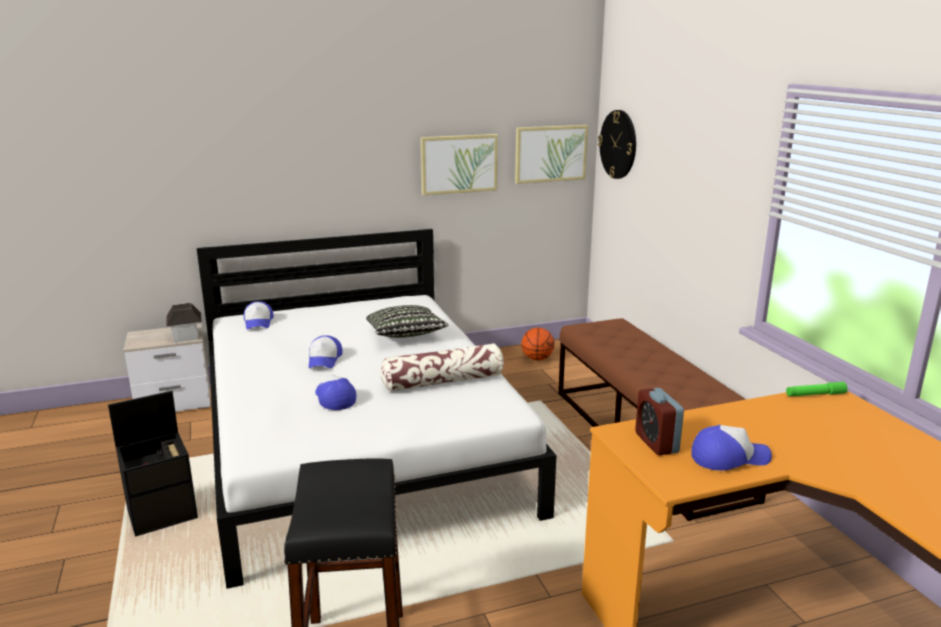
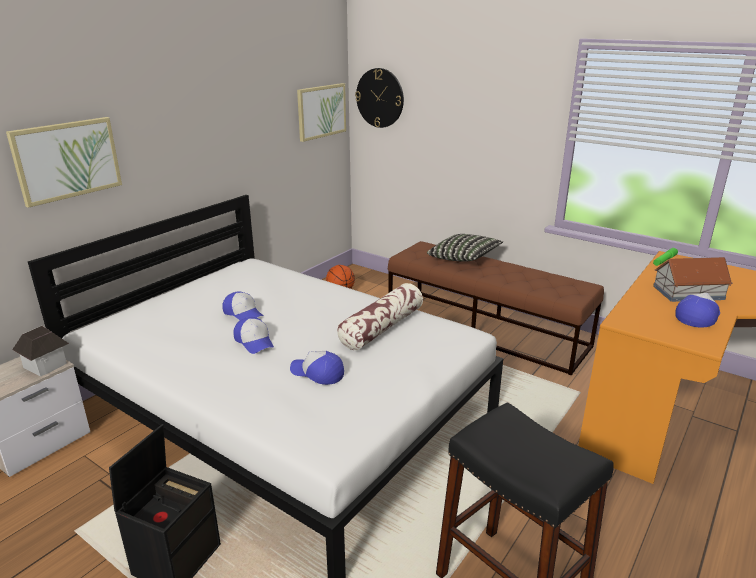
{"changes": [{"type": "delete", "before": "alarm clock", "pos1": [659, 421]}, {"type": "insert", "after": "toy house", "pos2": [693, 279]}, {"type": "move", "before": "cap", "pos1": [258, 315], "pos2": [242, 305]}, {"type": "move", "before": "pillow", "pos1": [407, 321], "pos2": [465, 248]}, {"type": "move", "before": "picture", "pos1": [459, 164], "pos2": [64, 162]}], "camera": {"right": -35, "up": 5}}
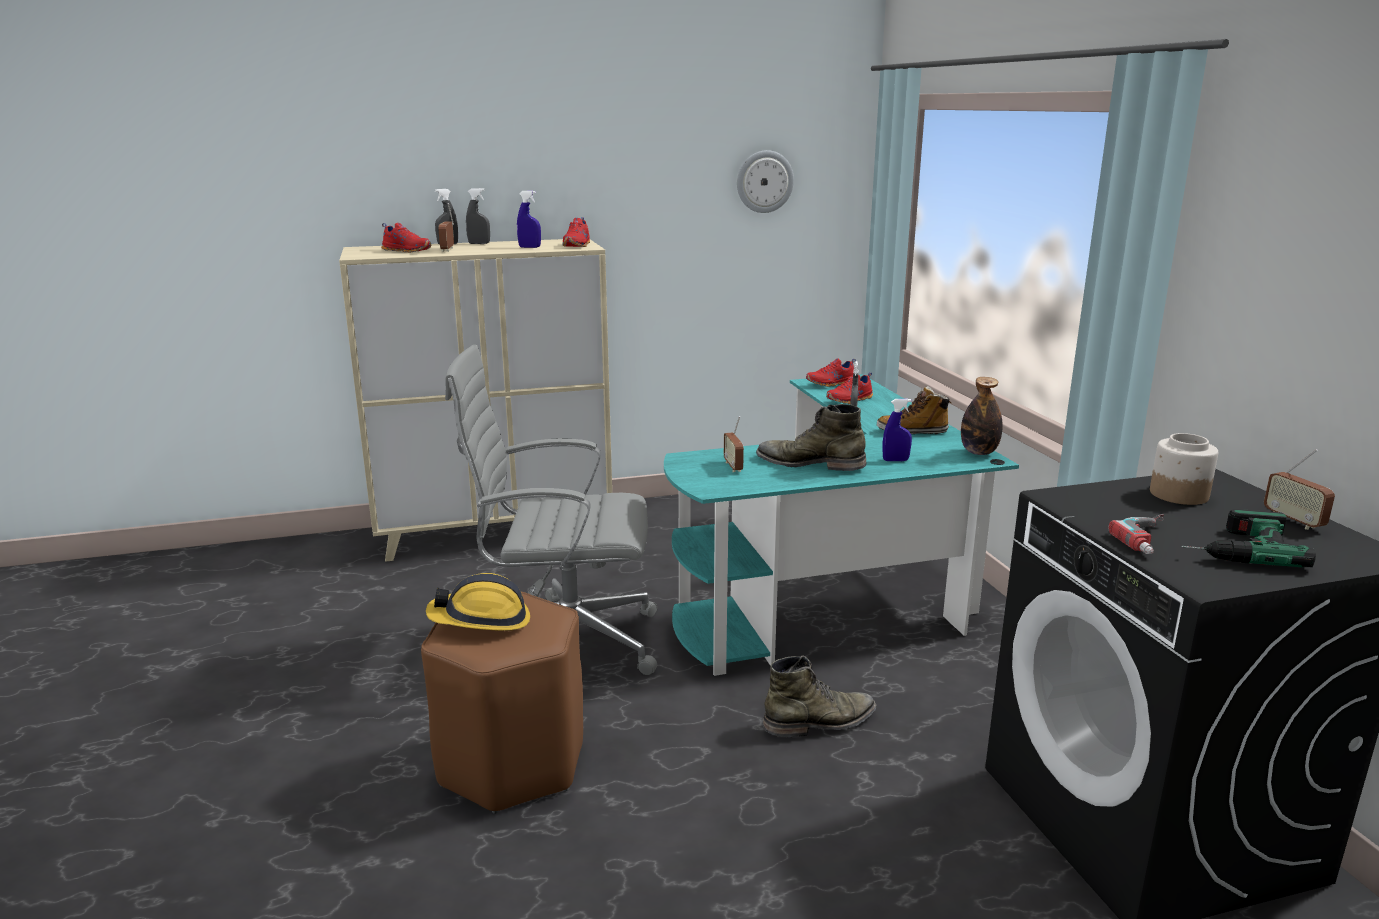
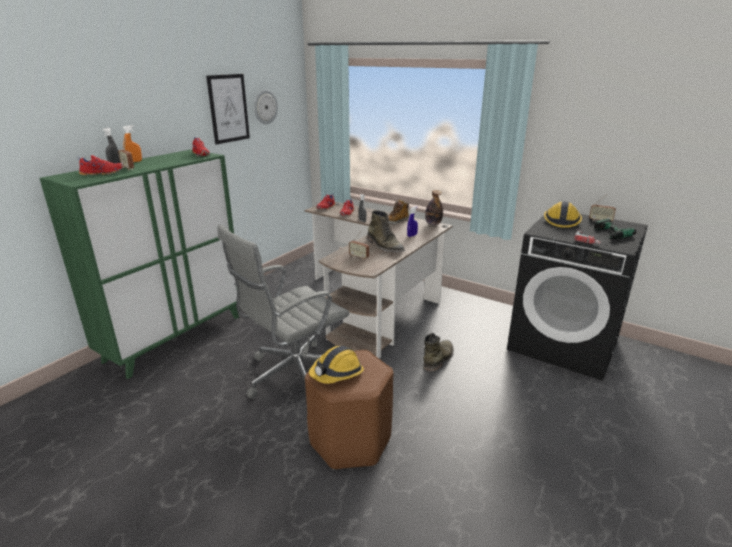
{"changes": [{"type": "delete", "before": "spray bottle/blue", "pos1": [529, 219]}, {"type": "insert", "after": "picture", "pos2": [228, 109]}, {"type": "replace", "before": "jar", "after": "hard hat", "pos1": [1184, 469], "pos2": [563, 214]}, {"type": "recolor", "before": "cabinet/beige", "after": "cabinet/green", "pos1": [475, 400], "pos2": [139, 264]}, {"type": "recolor", "before": "spray bottle/grey", "after": "spray bottle/orange", "pos1": [478, 216], "pos2": [132, 143]}, {"type": "recolor", "before": "desk/turquoise", "after": "desk/brown", "pos1": [841, 525], "pos2": [378, 280]}, {"type": "rotate", "before": "boot/green", "pos1": [811, 437], "pos2": [386, 231], "turn": -105}], "camera": {"right": -40, "up": 5}}
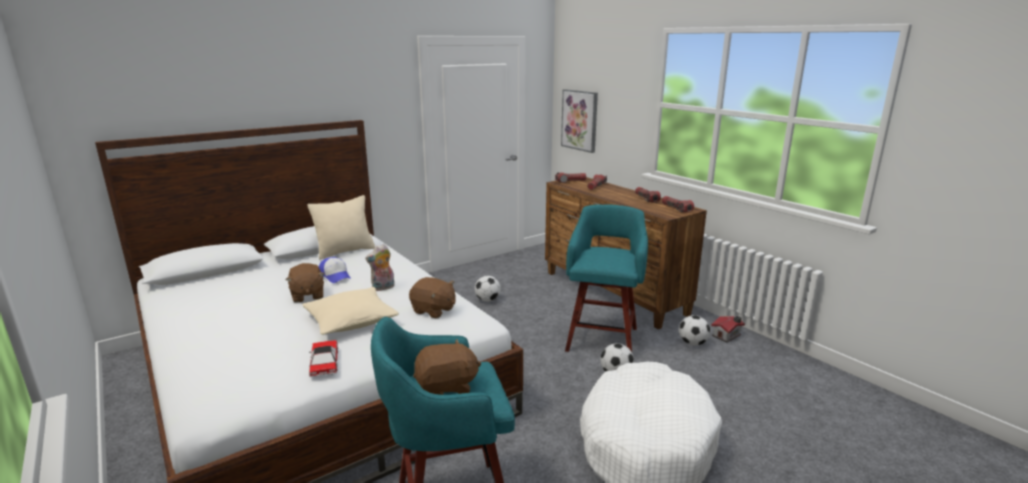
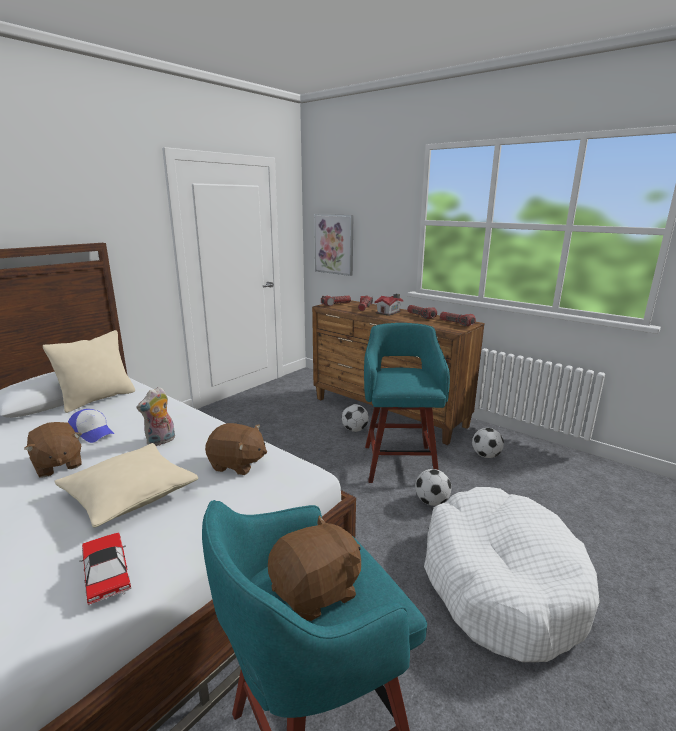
{"changes": [{"type": "move", "before": "football", "pos1": [488, 289], "pos2": [355, 418]}, {"type": "move", "before": "toy house", "pos1": [728, 329], "pos2": [388, 305]}], "camera": {"right": -15, "up": 0}}
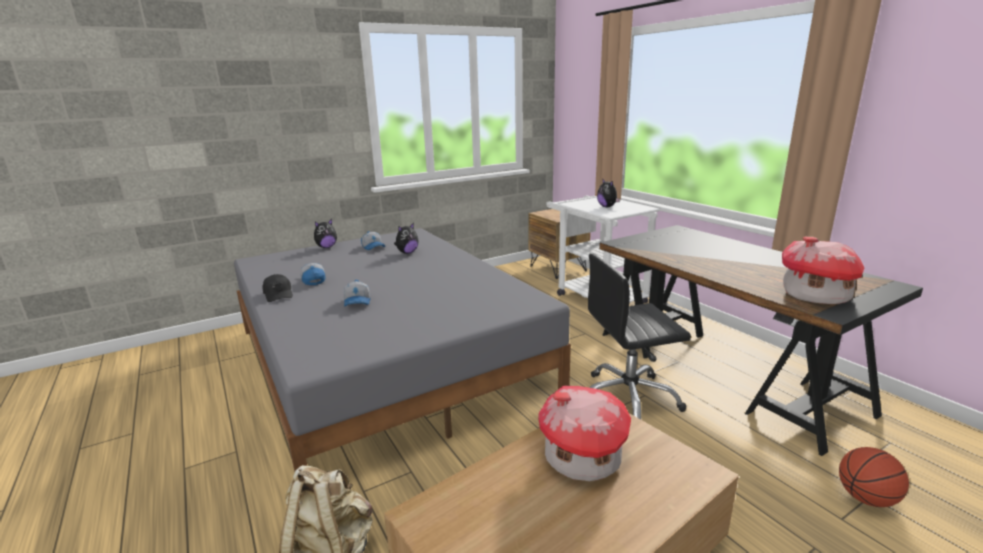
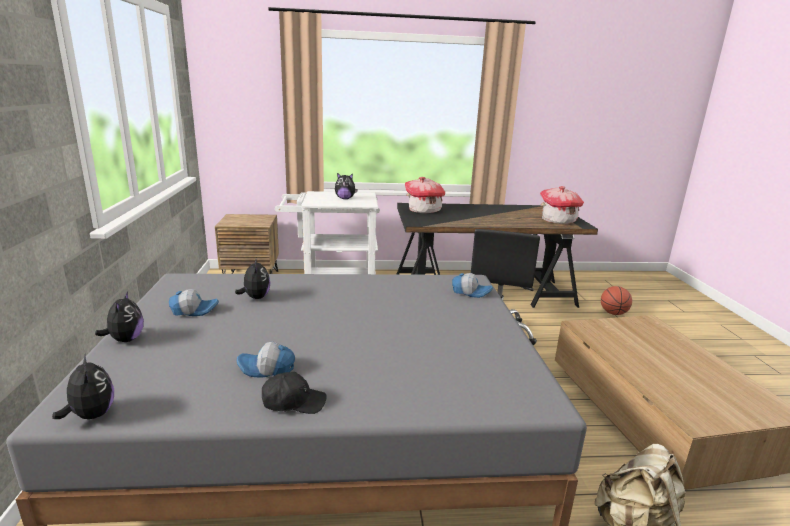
{"changes": [{"type": "insert", "after": "plush toy", "pos2": [83, 386]}, {"type": "move", "before": "cap", "pos1": [356, 293], "pos2": [472, 285]}, {"type": "move", "before": "toy house", "pos1": [584, 433], "pos2": [425, 195]}], "camera": {"right": -65, "up": 0}}
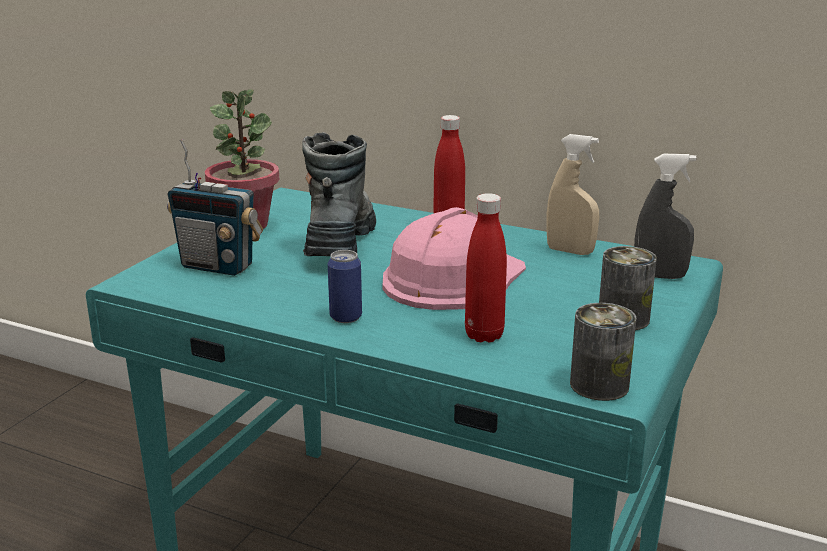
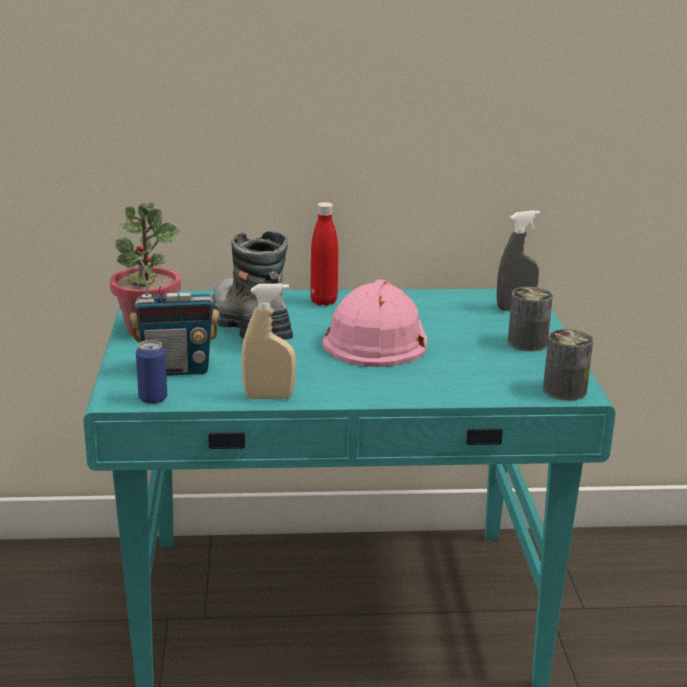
{"changes": [{"type": "delete", "before": "bottle/red", "pos1": [486, 268]}, {"type": "move", "before": "can", "pos1": [345, 286], "pos2": [151, 372]}, {"type": "move", "before": "spray bottle/beige", "pos1": [572, 194], "pos2": [268, 341]}], "camera": {"right": -30, "up": 0}}
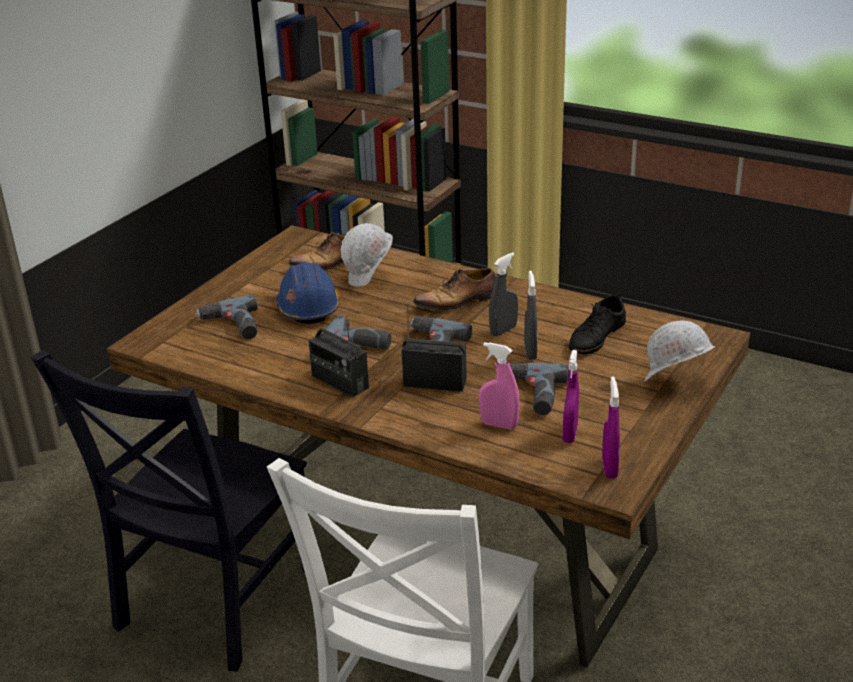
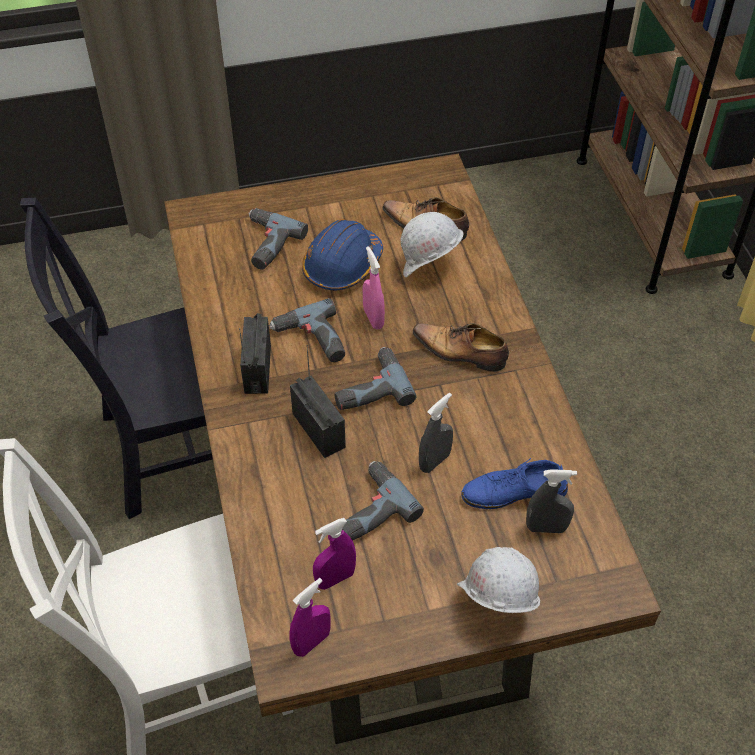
{"changes": [{"type": "move", "before": "spray bottle/pink", "pos1": [499, 386], "pos2": [374, 287]}, {"type": "move", "before": "spray bottle/grey", "pos1": [503, 294], "pos2": [551, 501]}, {"type": "recolor", "before": "shoe/black", "after": "shoe/blue", "pos1": [597, 323], "pos2": [514, 483]}], "camera": {"right": 45, "up": 20}}
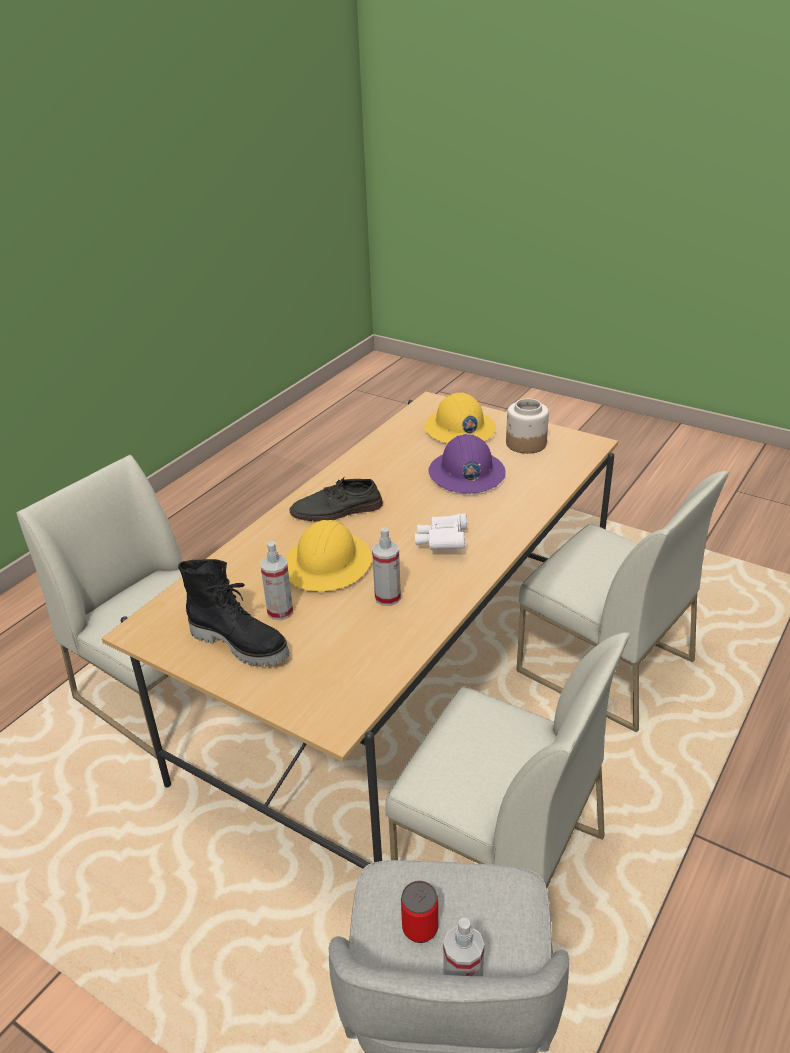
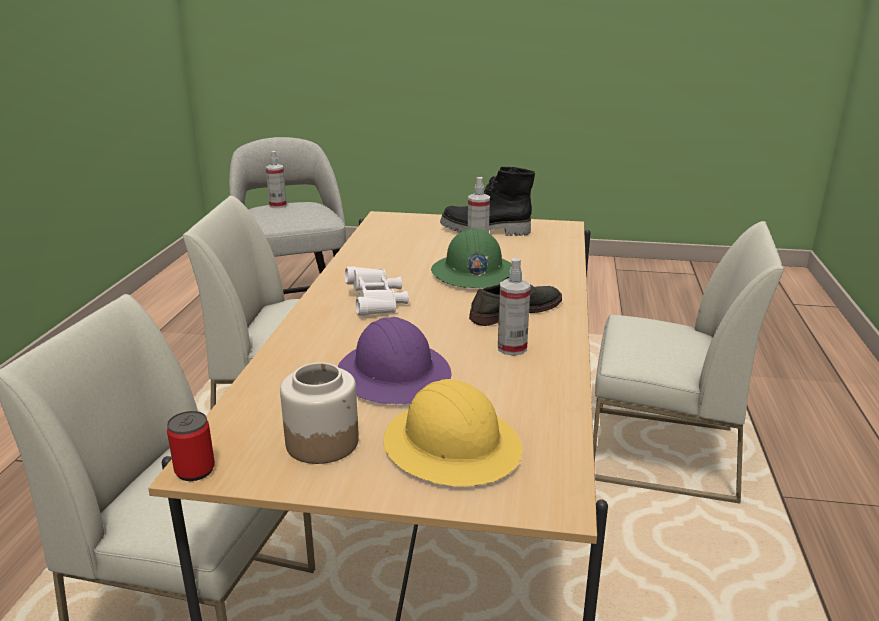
{"changes": [{"type": "move", "before": "spray bottle", "pos1": [386, 566], "pos2": [514, 307]}, {"type": "move", "before": "can", "pos1": [419, 912], "pos2": [191, 446]}, {"type": "recolor", "before": "hard hat/yellow", "after": "hard hat/green", "pos1": [328, 556], "pos2": [471, 258]}], "camera": {"right": 155, "up": -10}}
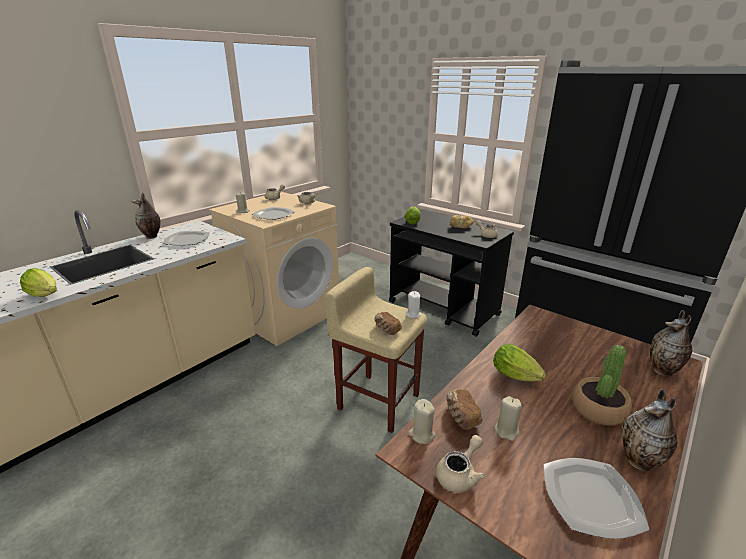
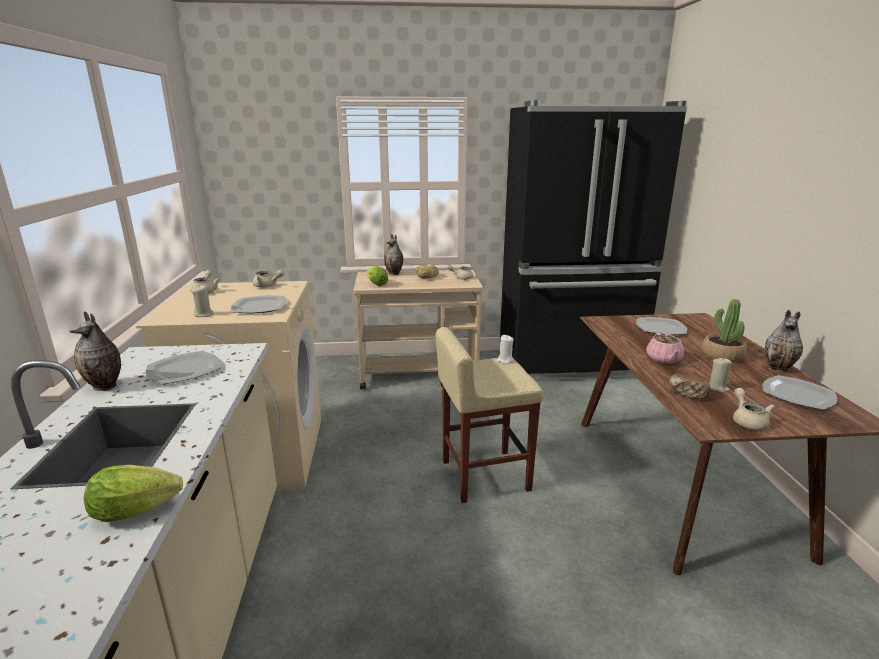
{"changes": [{"type": "delete", "before": "bread", "pos1": [388, 323]}, {"type": "delete", "before": "candle/beige", "pos1": [421, 421]}, {"type": "insert", "after": "plate", "pos2": [661, 326]}, {"type": "move", "before": "vase", "pos1": [671, 343], "pos2": [393, 254]}, {"type": "replace", "before": "lettuce", "after": "teapot/pink", "pos1": [519, 362], "pos2": [665, 348]}, {"type": "recolor", "before": "cart/black", "after": "cart/beige", "pos1": [451, 273], "pos2": [418, 330]}], "camera": {"right": -45, "up": -5}}
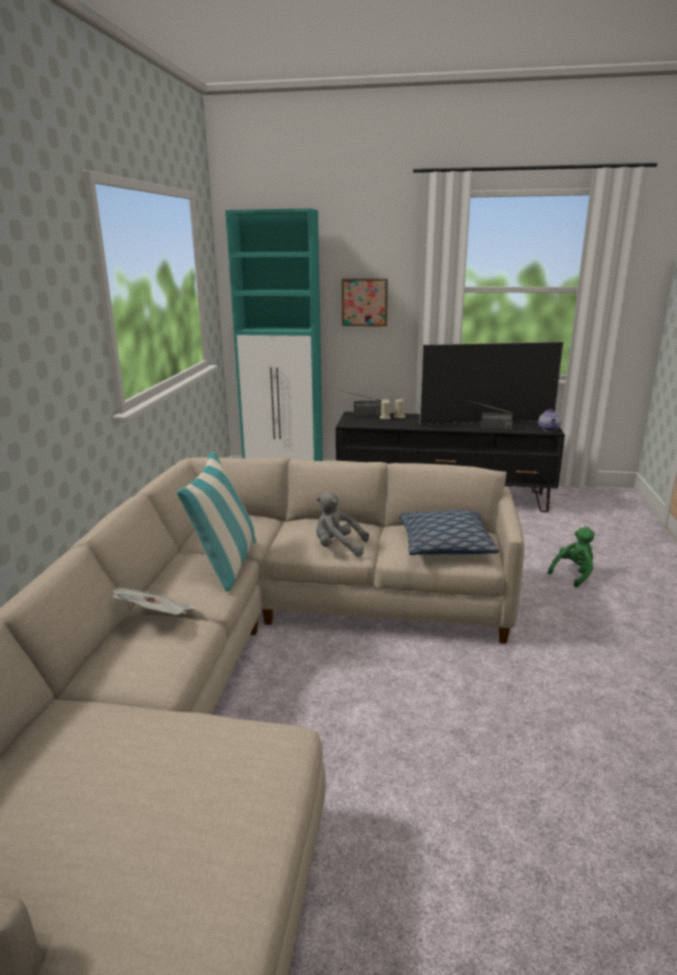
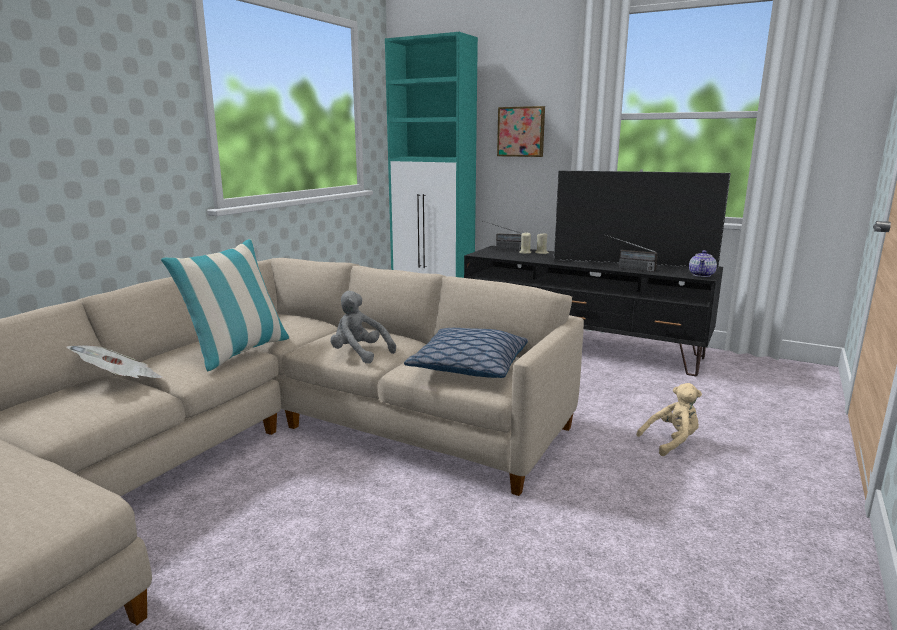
{"changes": [{"type": "recolor", "before": "plush toy/green", "after": "plush toy/beige", "pos1": [571, 557], "pos2": [669, 419]}], "camera": {"right": 20, "up": -5}}
